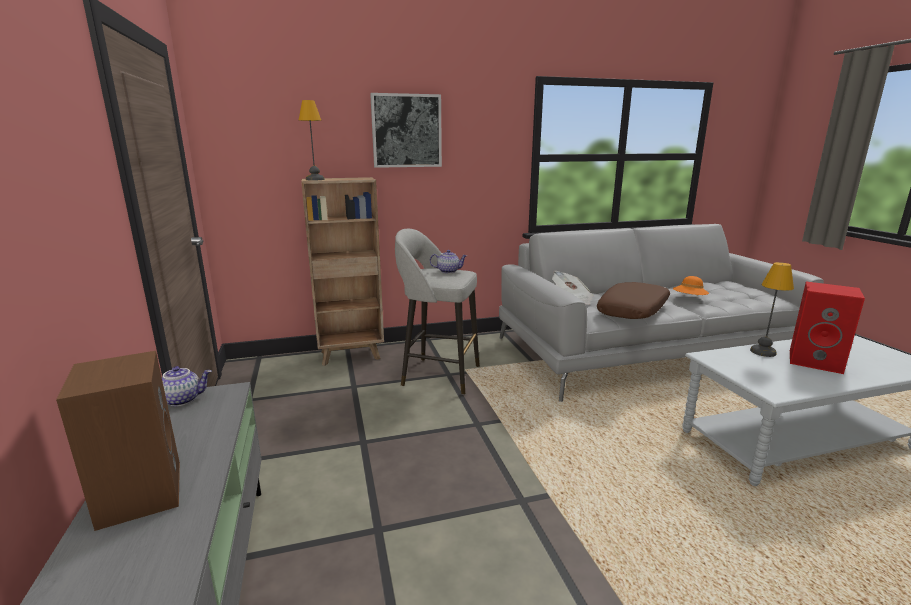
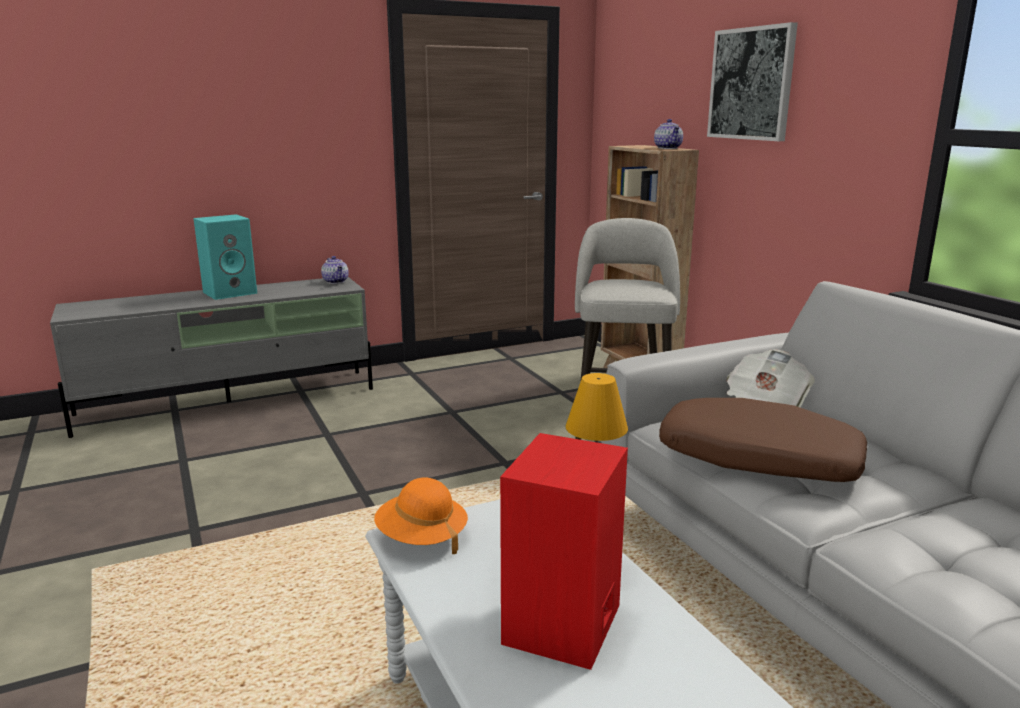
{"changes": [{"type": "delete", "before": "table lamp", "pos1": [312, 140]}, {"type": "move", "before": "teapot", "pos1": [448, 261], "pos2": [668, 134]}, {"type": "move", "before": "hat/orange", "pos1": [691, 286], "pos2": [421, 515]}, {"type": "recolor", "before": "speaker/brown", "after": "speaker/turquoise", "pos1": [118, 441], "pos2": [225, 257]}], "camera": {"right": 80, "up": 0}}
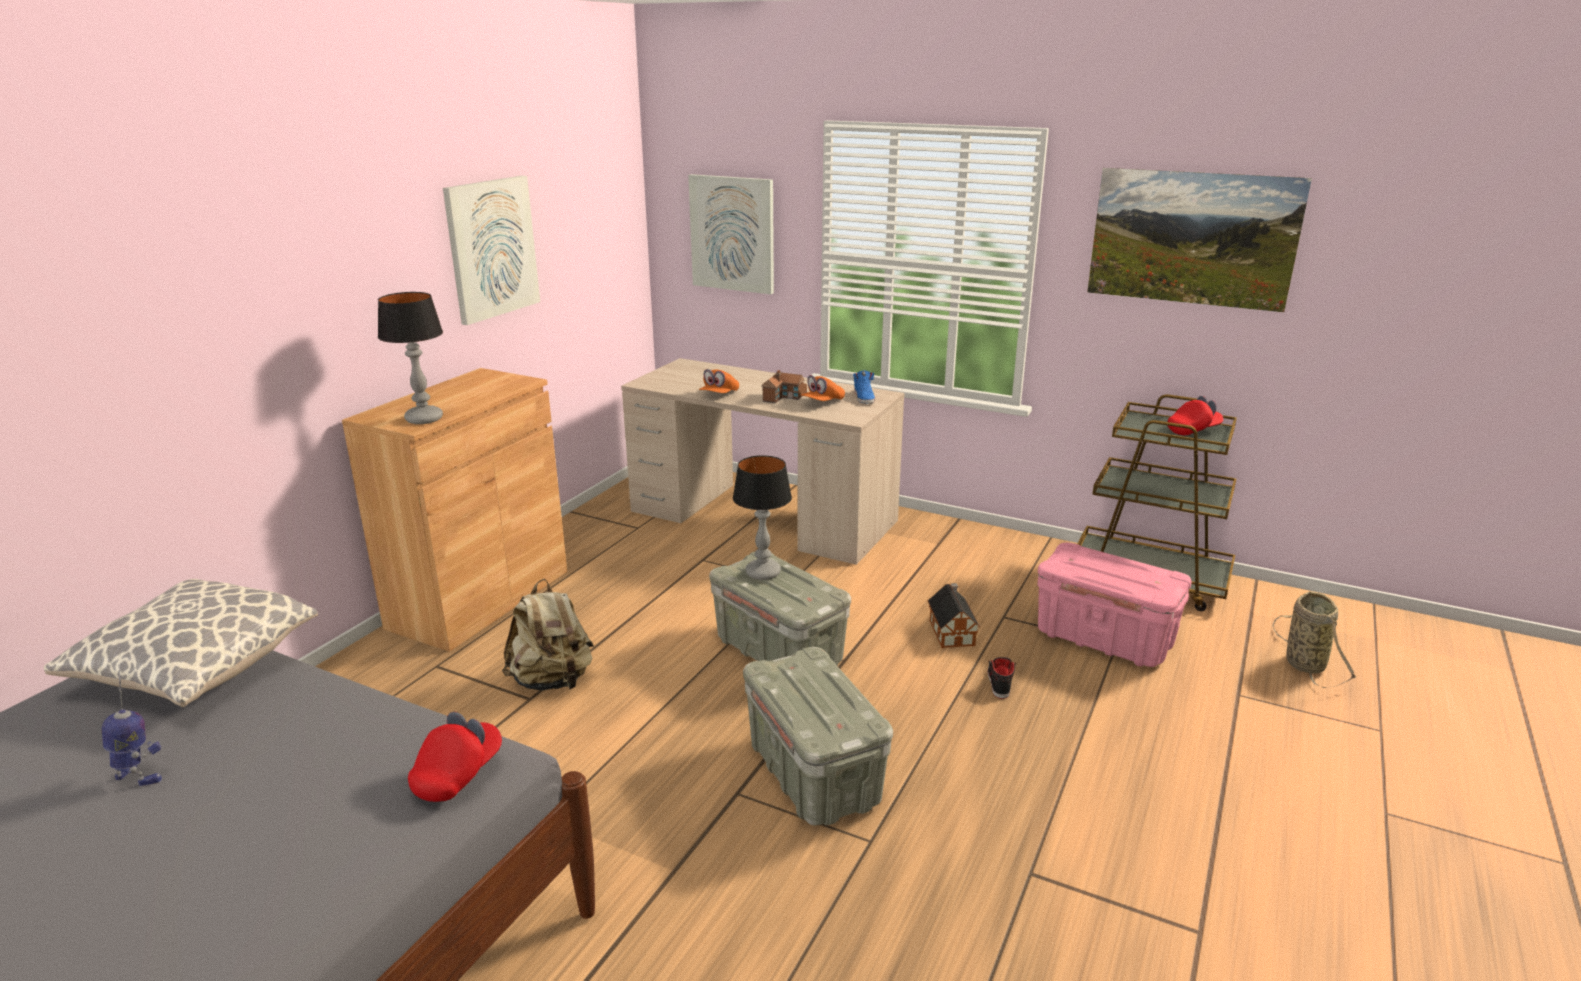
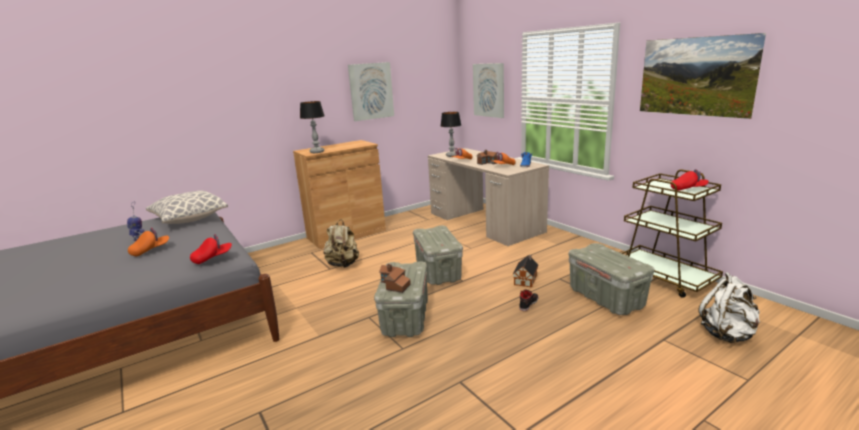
{"changes": [{"type": "insert", "after": "cap/orange", "pos2": [148, 242]}, {"type": "insert", "after": "toy house", "pos2": [395, 278]}, {"type": "move", "before": "table lamp", "pos1": [762, 517], "pos2": [451, 134]}, {"type": "replace", "before": "basket", "after": "backpack/white", "pos1": [1314, 639], "pos2": [729, 307]}, {"type": "recolor", "before": "storage box/pink", "after": "storage box/grey", "pos1": [1114, 605], "pos2": [611, 279]}], "camera": {"right": 30, "up": -5}}
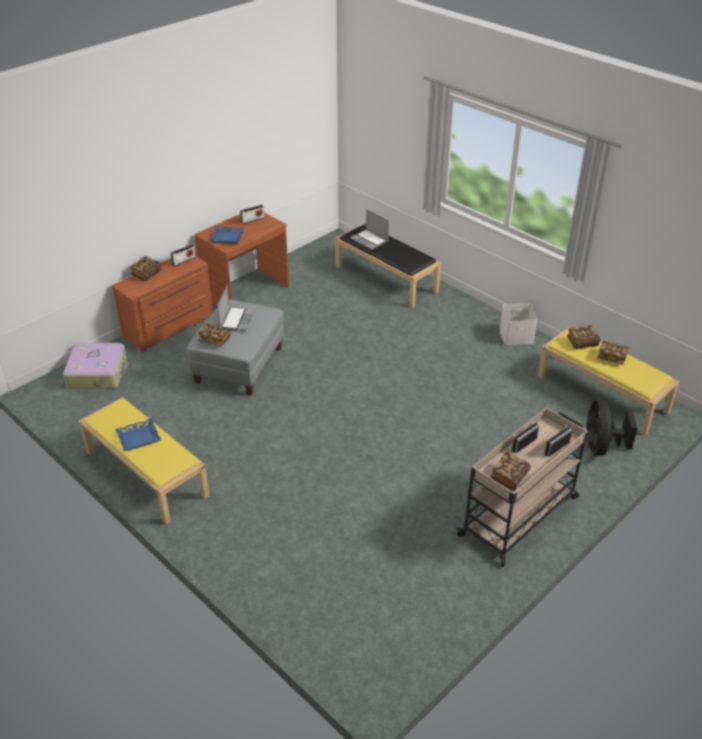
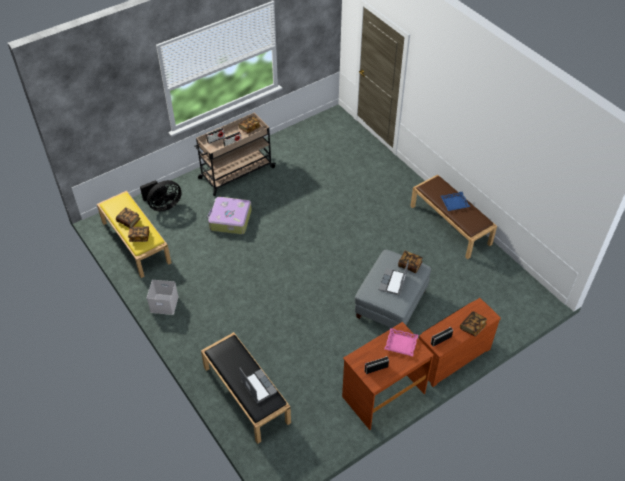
{"changes": [{"type": "move", "before": "suitcase", "pos1": [96, 366], "pos2": [229, 215]}, {"type": "recolor", "before": "bench/yellow", "after": "bench/brown", "pos1": [144, 461], "pos2": [453, 216]}, {"type": "recolor", "before": "tray/blue", "after": "tray/pink", "pos1": [227, 235], "pos2": [401, 342]}, {"type": "rotate", "before": "fan/black", "pos1": [612, 427], "pos2": [161, 195], "turn": 45}], "camera": {"right": -170, "up": 10}}
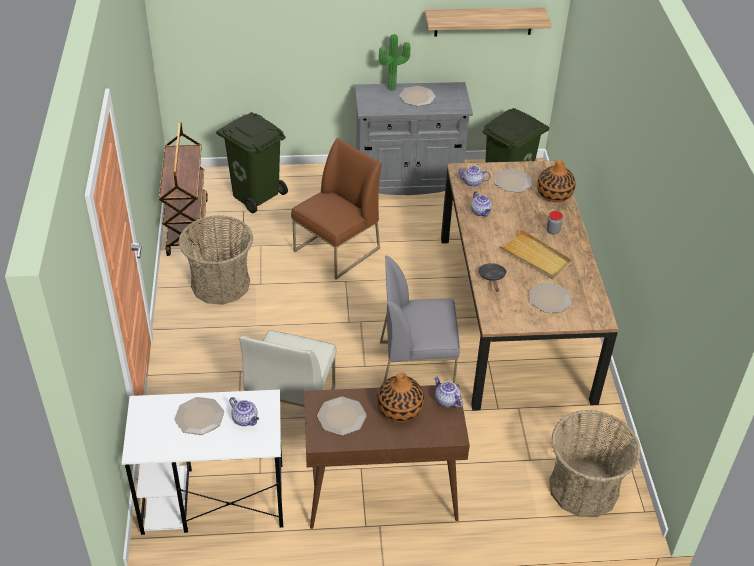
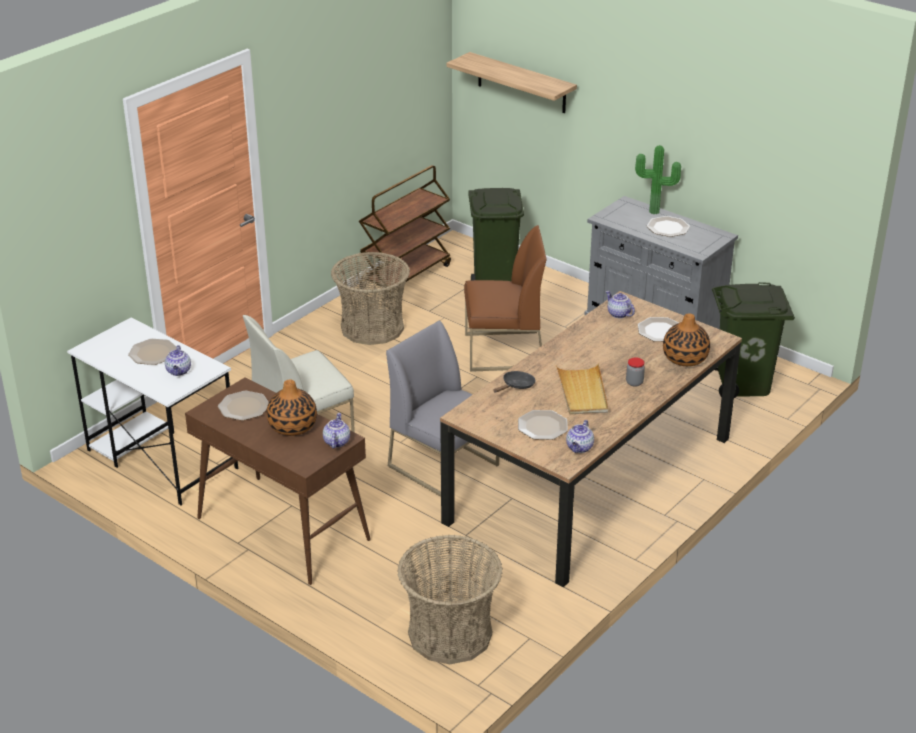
{"changes": [{"type": "move", "before": "shelf", "pos1": [488, 22], "pos2": [512, 82]}, {"type": "move", "before": "teapot", "pos1": [481, 204], "pos2": [580, 436]}], "camera": {"right": 45, "up": -10}}
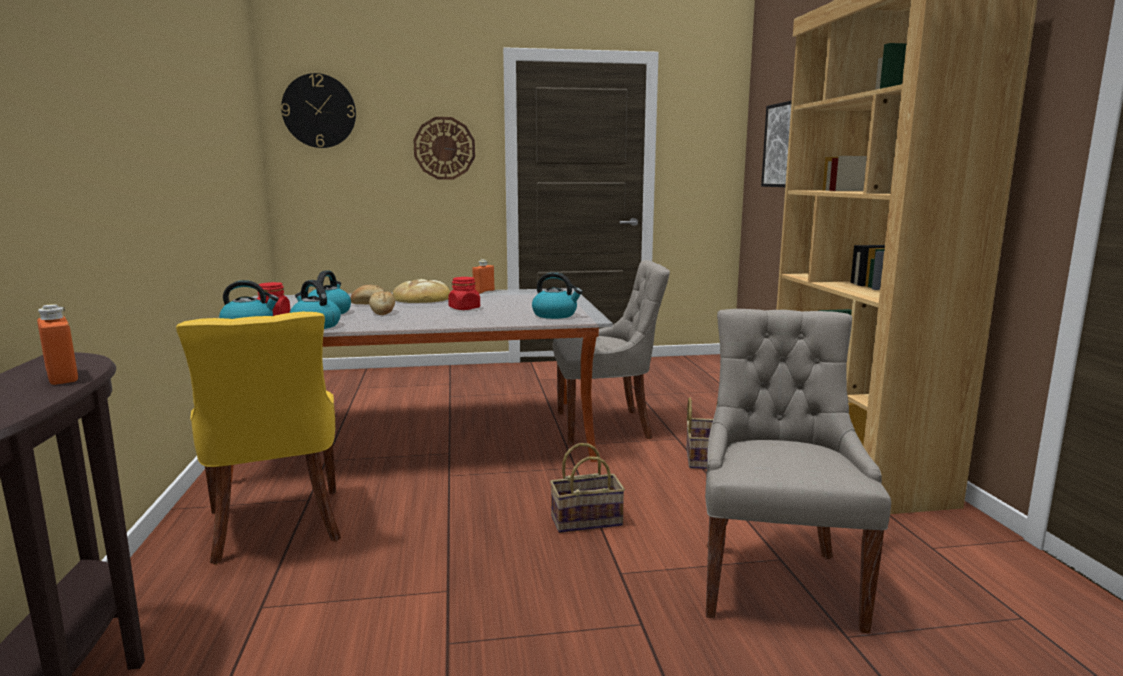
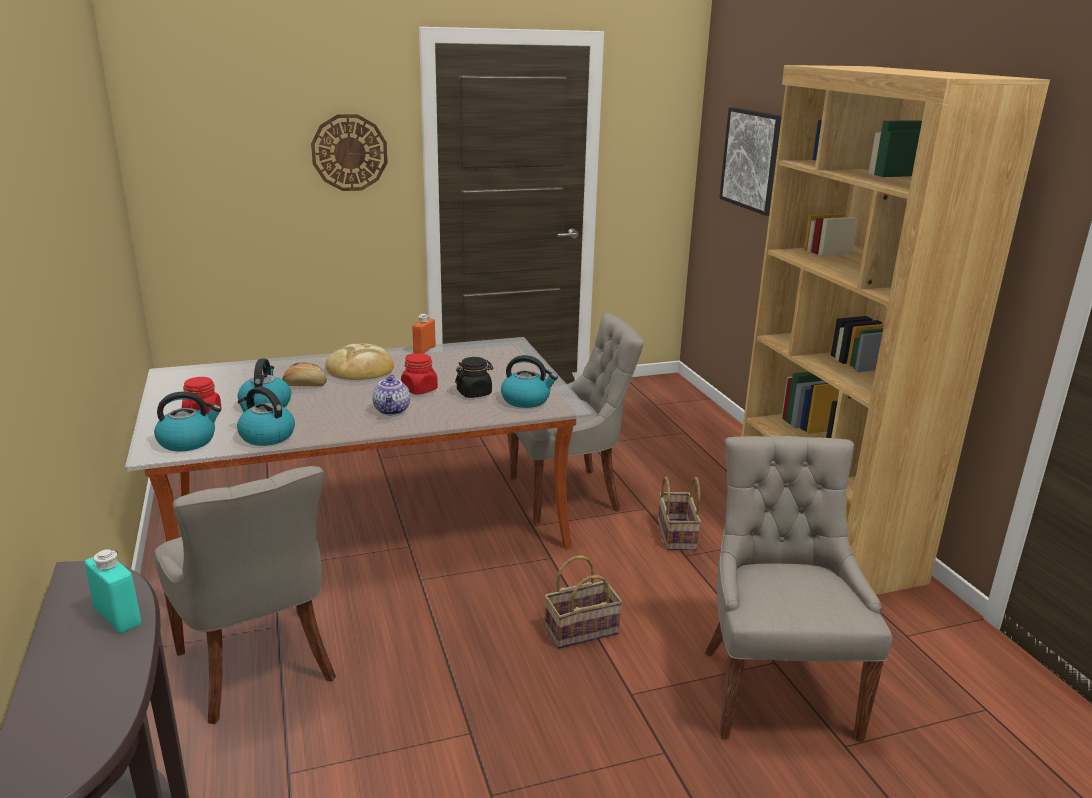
{"changes": [{"type": "delete", "before": "wall clock", "pos1": [318, 110]}, {"type": "delete", "before": "bread", "pos1": [382, 303]}, {"type": "insert", "after": "teapot", "pos2": [391, 394]}, {"type": "insert", "after": "jar/black", "pos2": [474, 377]}, {"type": "recolor", "before": "bottle/orange", "after": "bottle/turquoise", "pos1": [57, 344], "pos2": [113, 591]}, {"type": "recolor", "before": "chair/yellow", "after": "chair/grey", "pos1": [258, 438], "pos2": [245, 595]}], "camera": {"right": -10, "up": 10}}
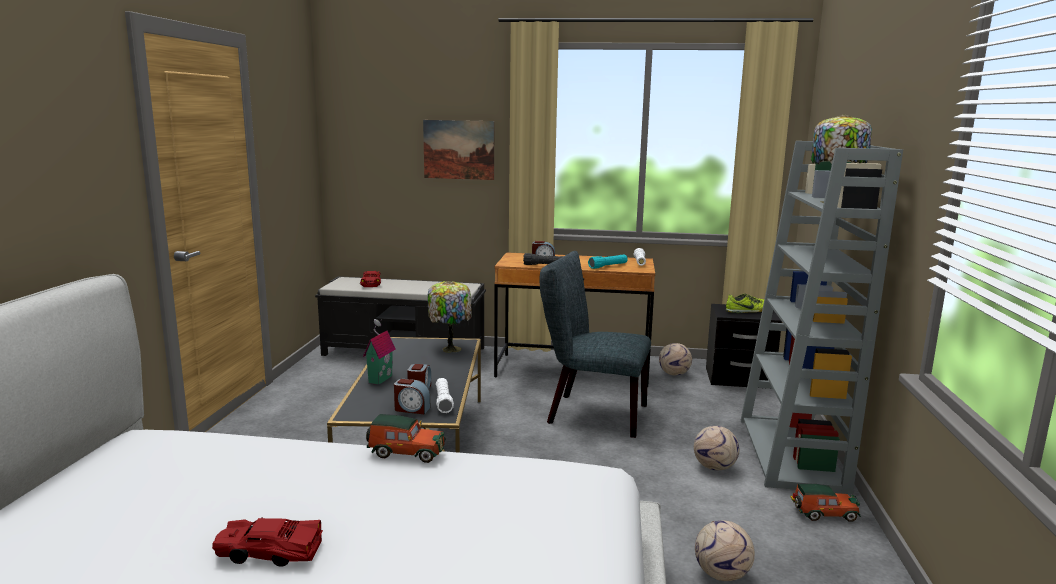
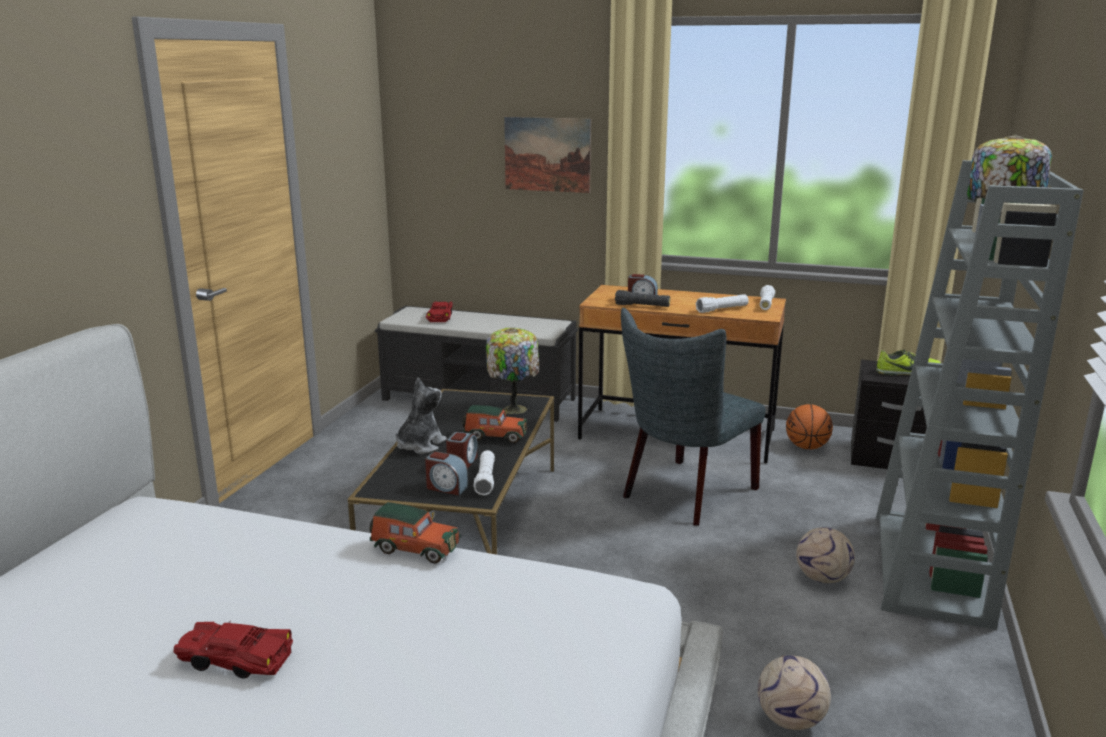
{"changes": [{"type": "move", "before": "toy car", "pos1": [825, 503], "pos2": [494, 424]}, {"type": "replace", "before": "toy house", "after": "plush toy", "pos1": [379, 352], "pos2": [421, 416]}, {"type": "replace", "before": "football", "after": "basketball", "pos1": [675, 359], "pos2": [809, 426]}, {"type": "recolor", "before": "flashlight/turquoise", "after": "flashlight/white", "pos1": [608, 261], "pos2": [722, 303]}, {"type": "rotate", "before": "chair/grey", "pos1": [595, 344], "pos2": [693, 417], "turn": -75}], "camera": {"right": 10, "up": 5}}
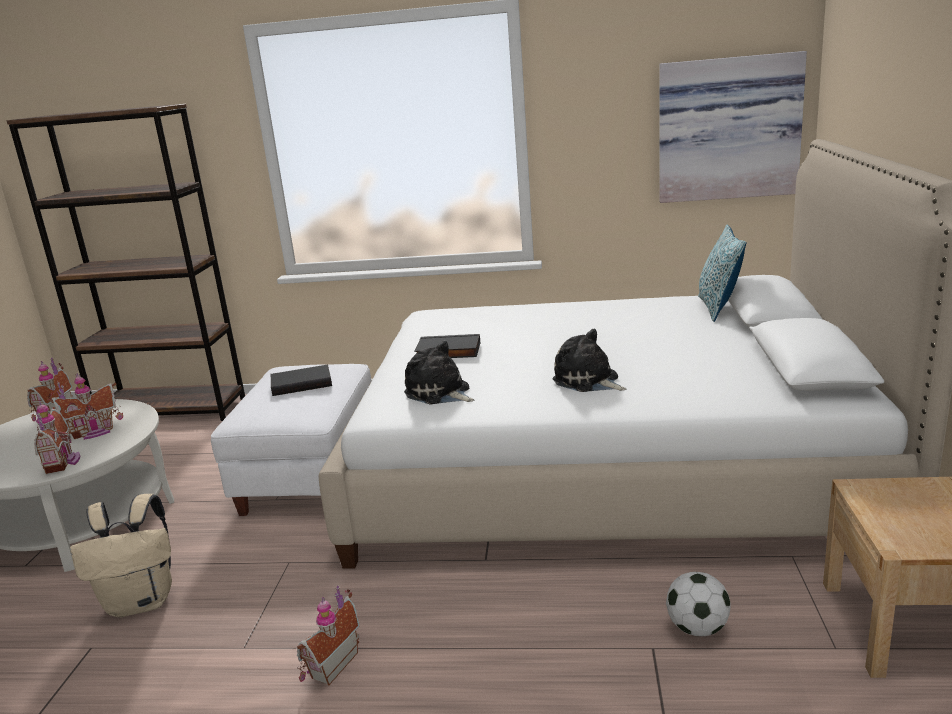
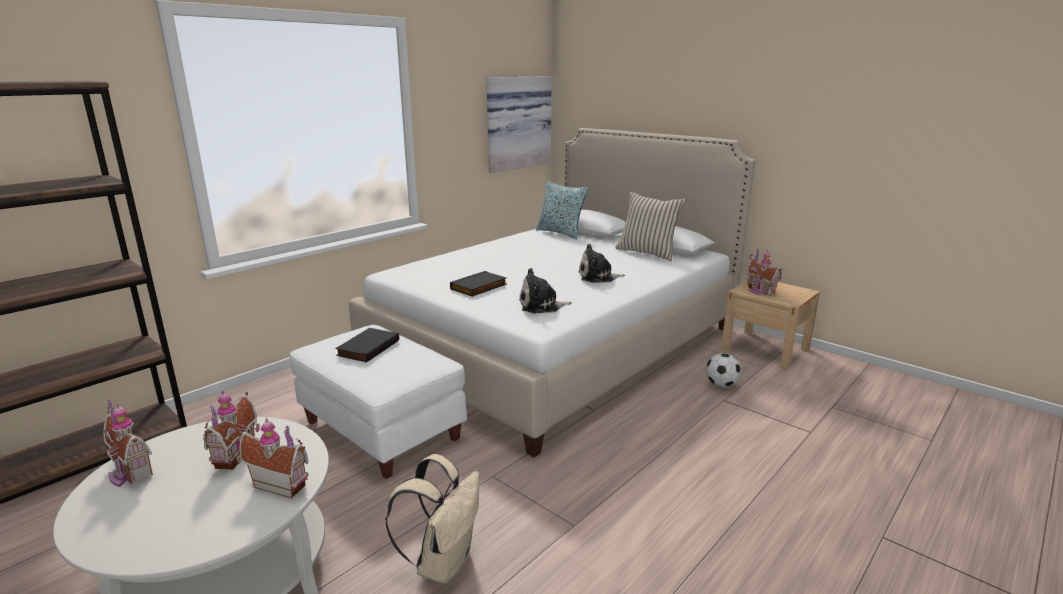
{"changes": [{"type": "insert", "after": "pillow/beige", "pos2": [650, 226]}, {"type": "move", "before": "toy house", "pos1": [328, 636], "pos2": [765, 272]}], "camera": {"right": -55, "up": 0}}
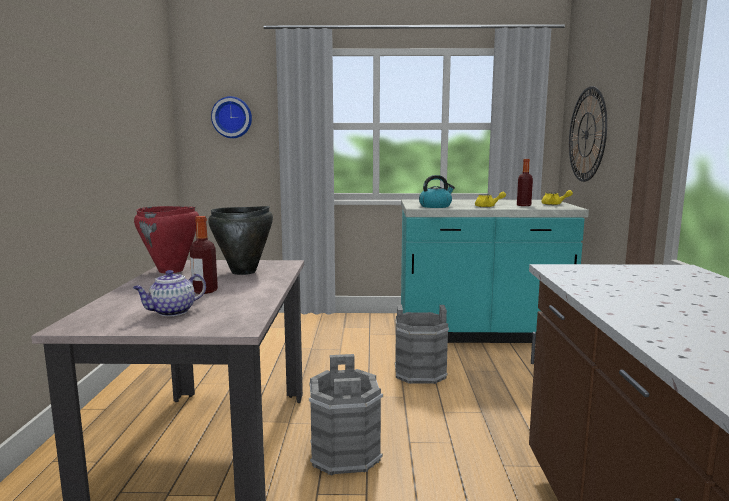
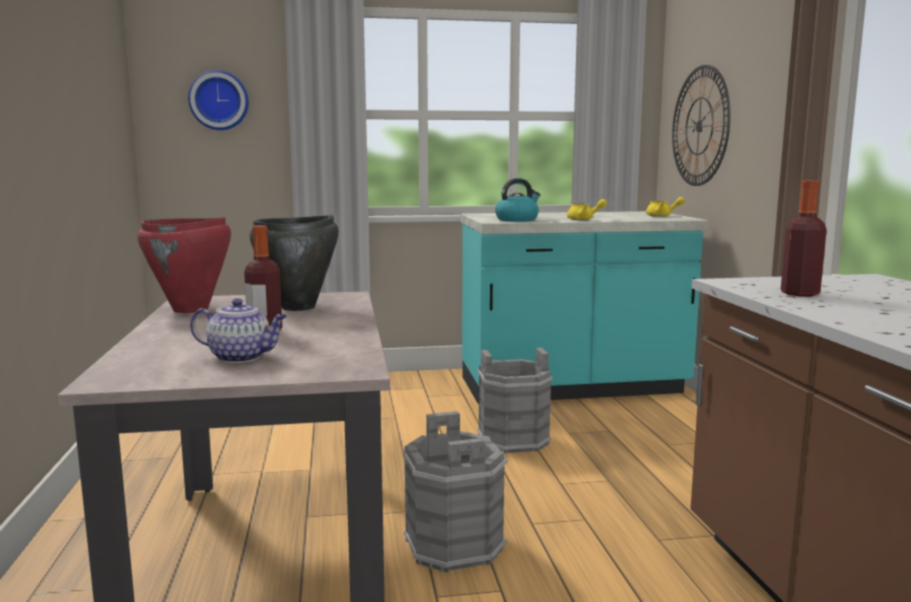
{"changes": [{"type": "move", "before": "bottle", "pos1": [525, 182], "pos2": [804, 238]}, {"type": "rotate", "before": "teapot", "pos1": [169, 293], "pos2": [238, 330], "turn": -120}], "camera": {"right": -10, "up": 0}}
